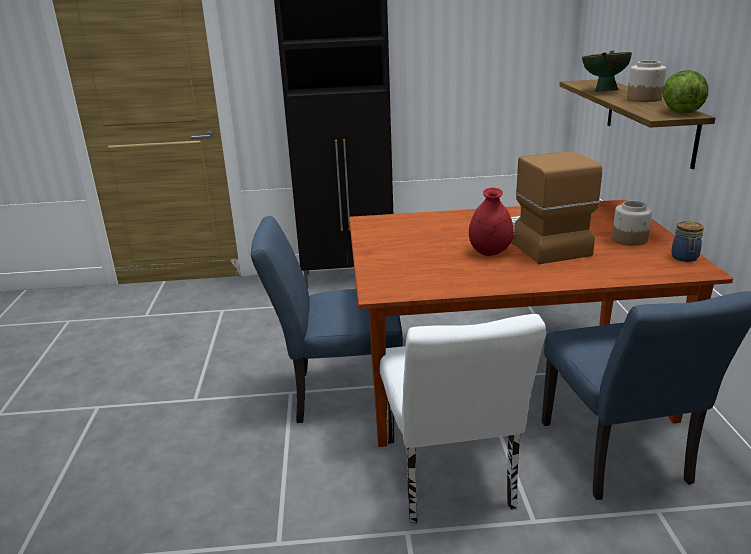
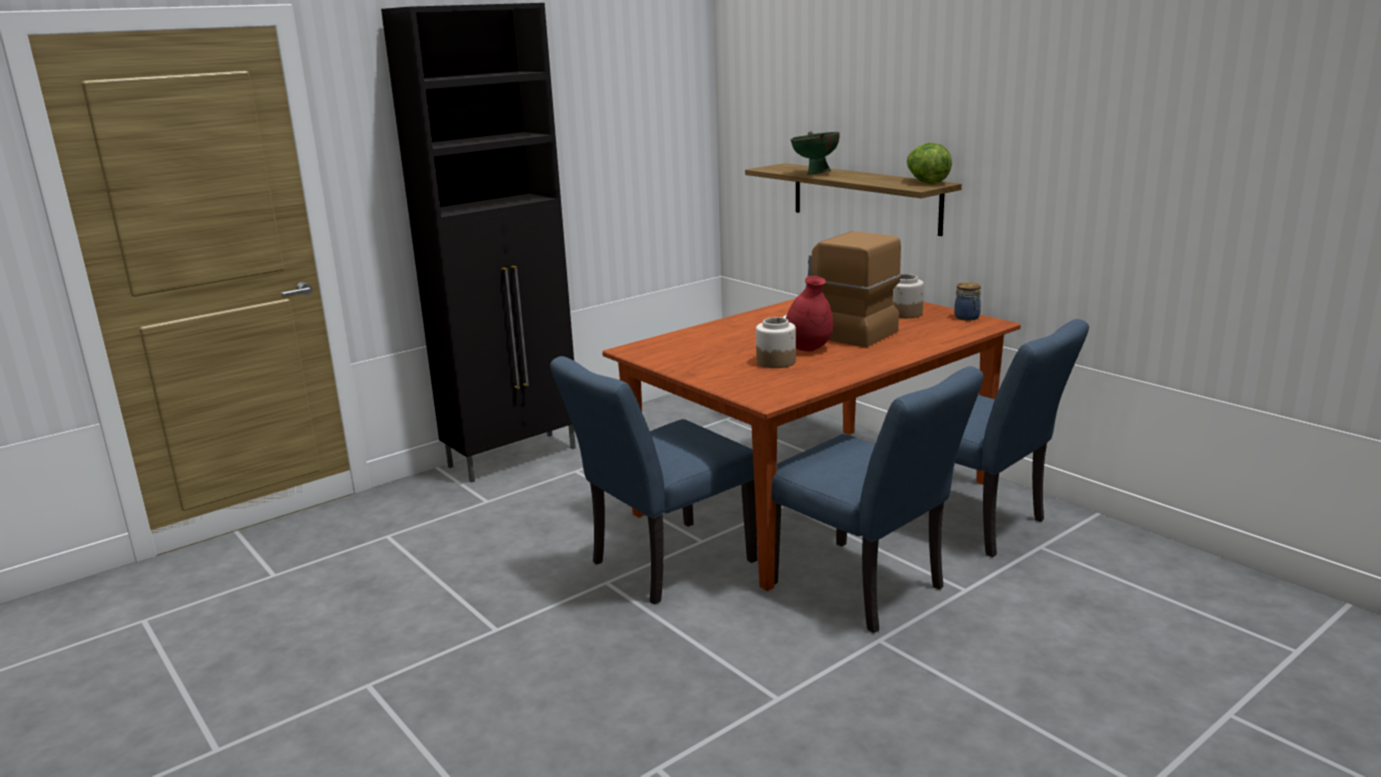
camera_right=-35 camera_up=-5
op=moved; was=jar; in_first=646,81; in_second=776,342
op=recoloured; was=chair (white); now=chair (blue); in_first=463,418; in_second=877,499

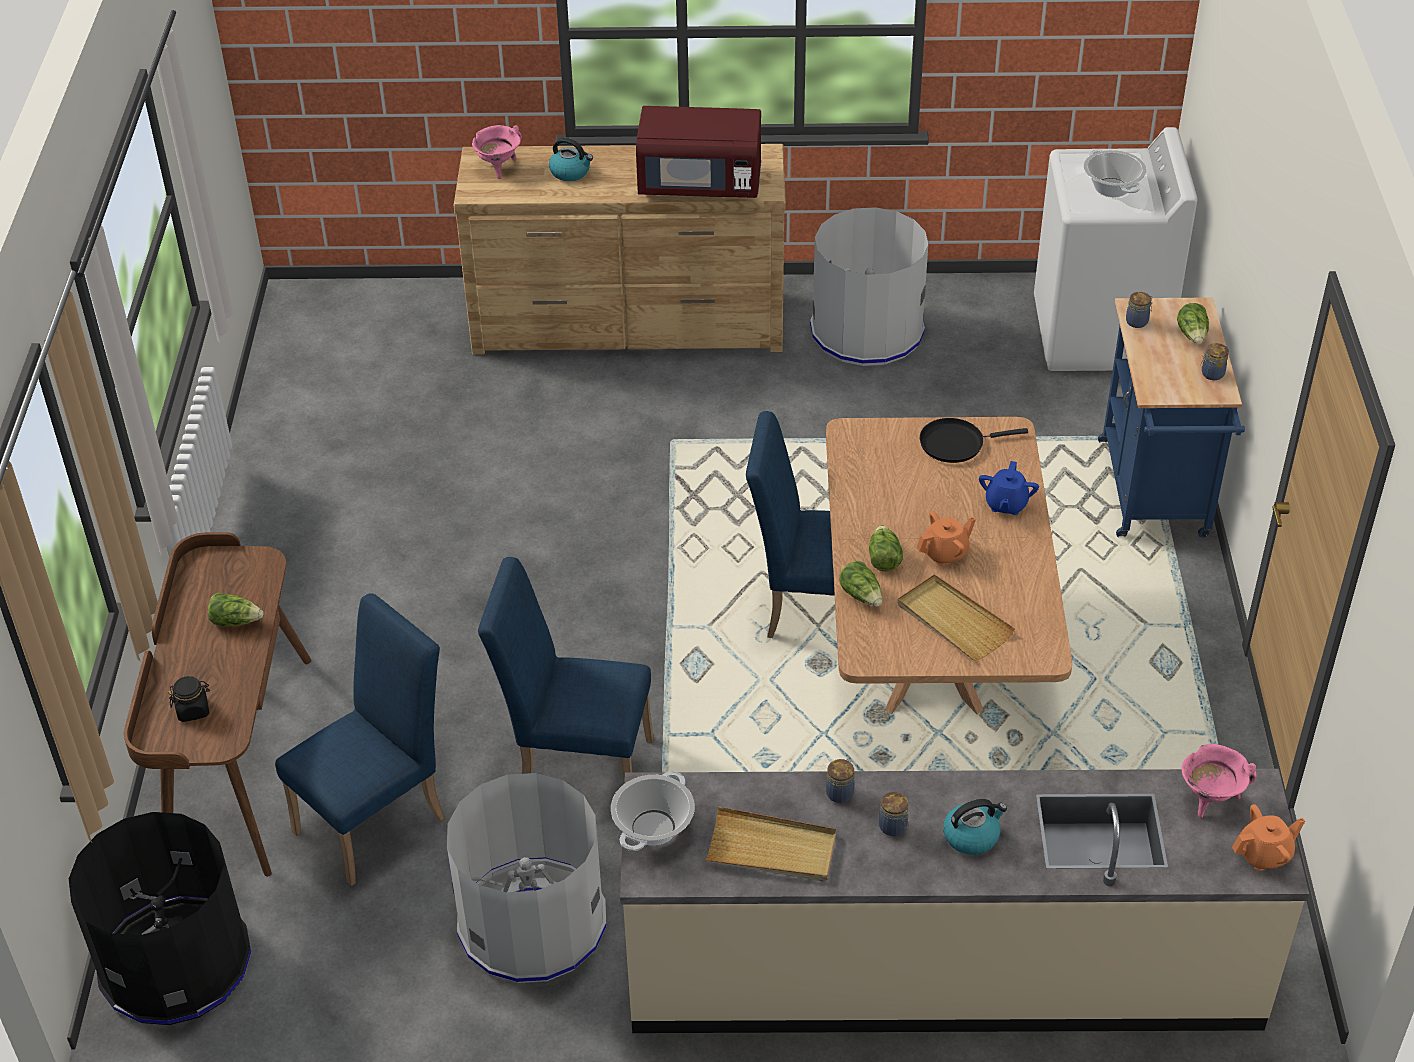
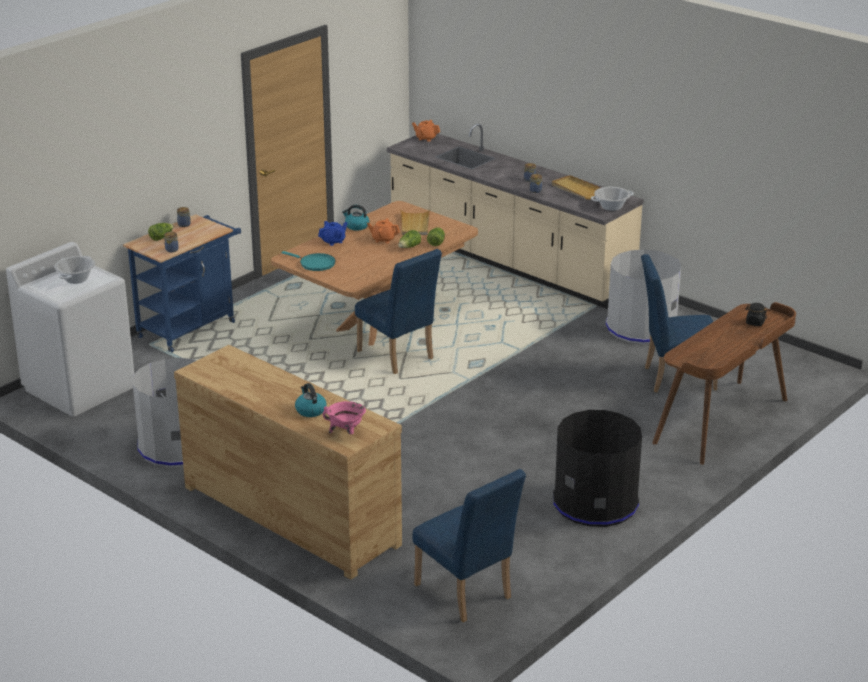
camera_right=-140 camera_up=-15
op=removed; was=lettuce; in_first=236,609
op=removed; was=microwave (red); in_first=698,152
op=removed; was=cooking pot (pink); in_first=1219,781
op=moved; was=trash can (black); in_first=160,918; in_second=597,468
op=moved; was=chair (blue); in_first=565,670; in_second=469,545
op=moved; was=kettle; in_first=975,827; in_second=356,218
op=recoloured; was=frying pan (black); now=frying pan (turquoise); in_first=974,440; in_second=309,261

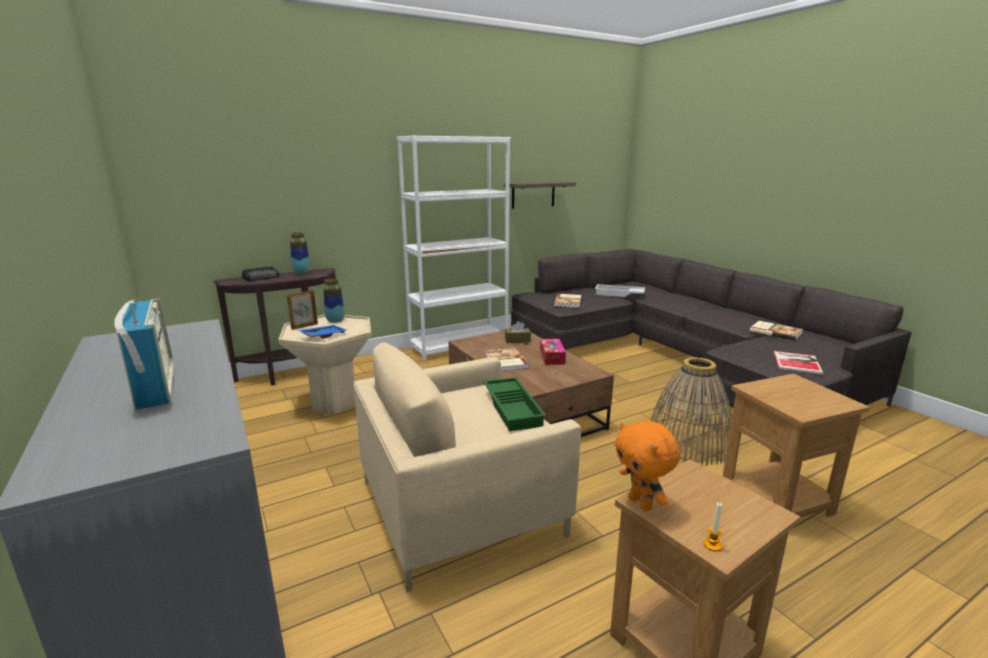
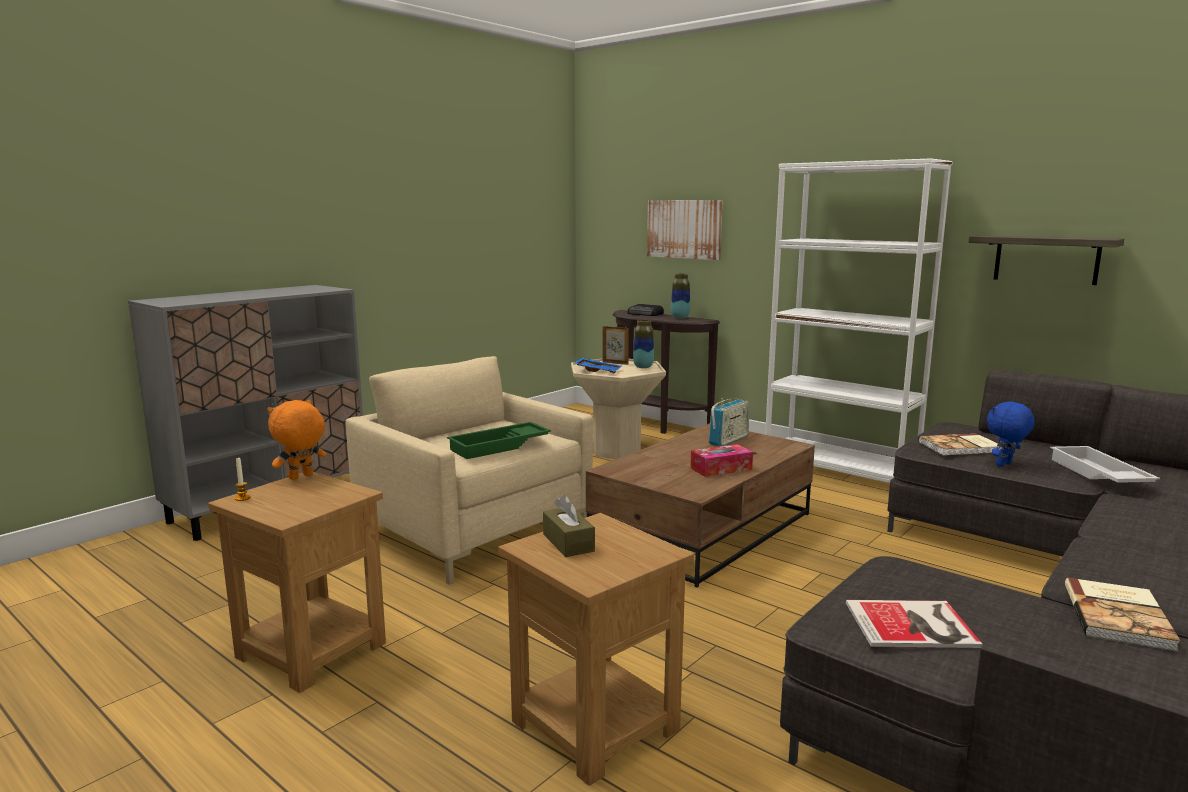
camera_right=70 camera_up=-5
op=removed; was=book; in_first=507,359
op=removed; was=basket; in_first=691,411
op=added; now=picture; in_second=685,230
op=added; now=plush toy (blue); in_second=1011,434
op=moved; was=radio; in_first=144,354; in_second=729,422
op=moved; was=tissue box (brown); in_first=518,332; in_second=569,526

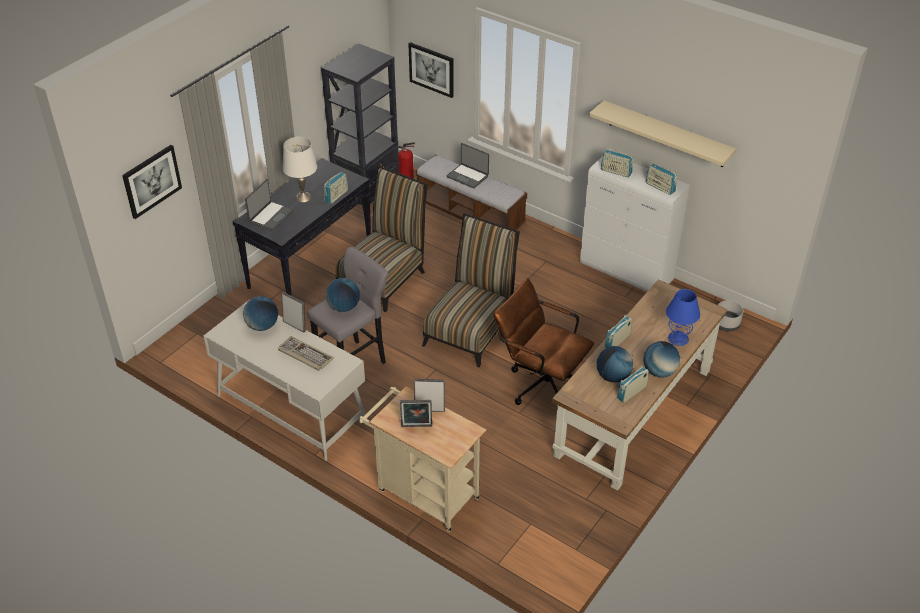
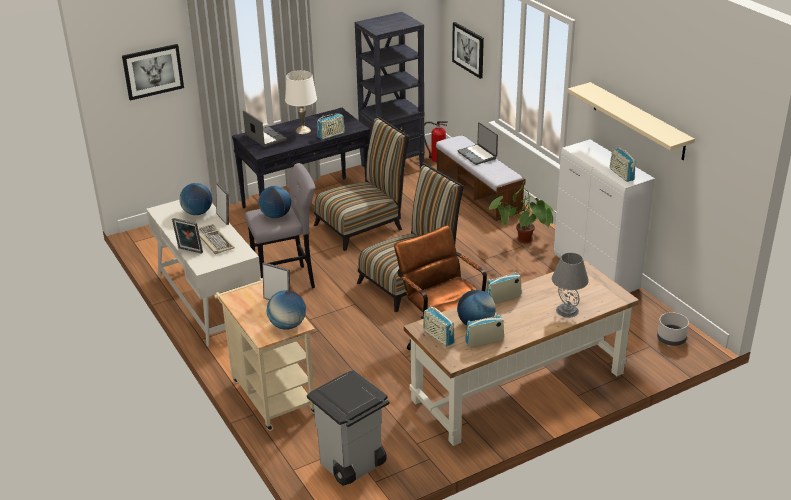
camera_right=25 camera_up=-10
op=added; now=trash can (grey); in_second=348,428
op=added; now=potted plant; in_second=521,212
op=moved; was=picture frame; in_first=416,413; in_second=187,236
op=moved; was=radio; in_first=617,163; in_second=439,326
op=moved; was=globe; in_first=661,359; in_second=286,310
op=recoloured; was=table lamp (blue); now=table lamp (grey); in_first=683,317; in_second=570,285
op=turned; was=laptop; in_first=269,205; in_second=264,128; clockwise=-90

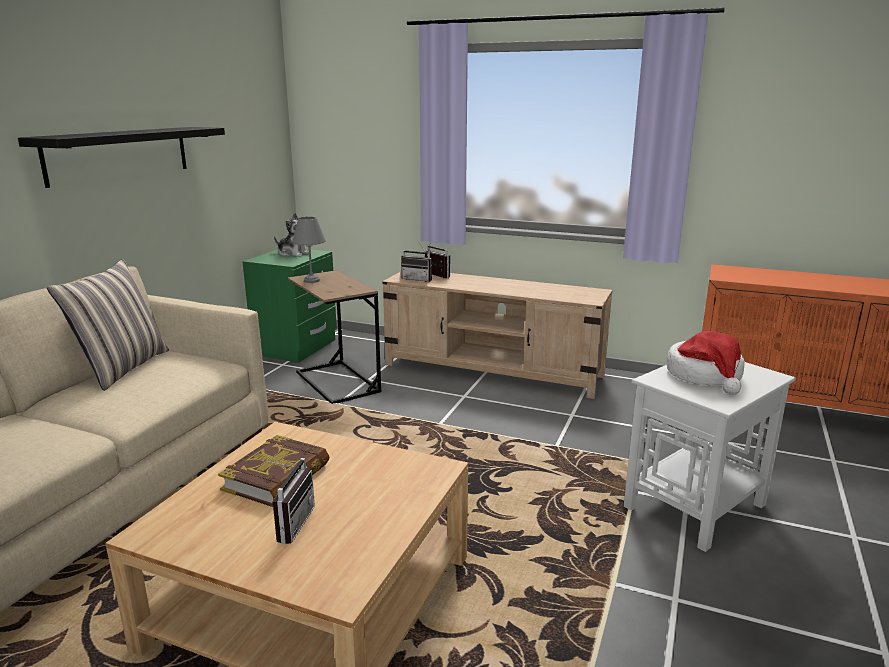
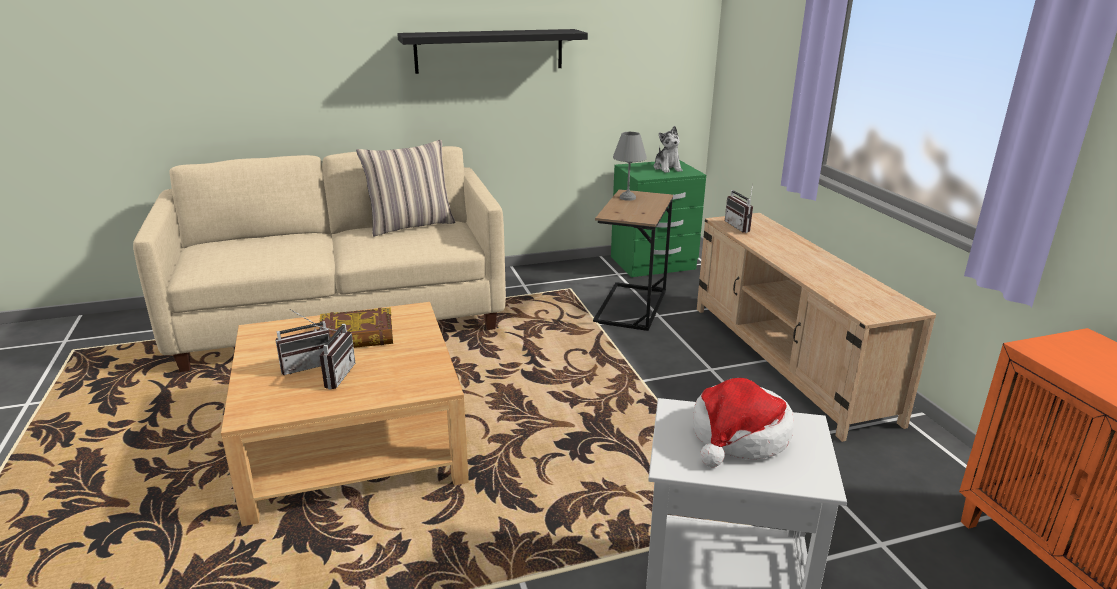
camera_right=50 camera_up=5
op=moved; was=radio; in_first=437,260; in_second=333,357

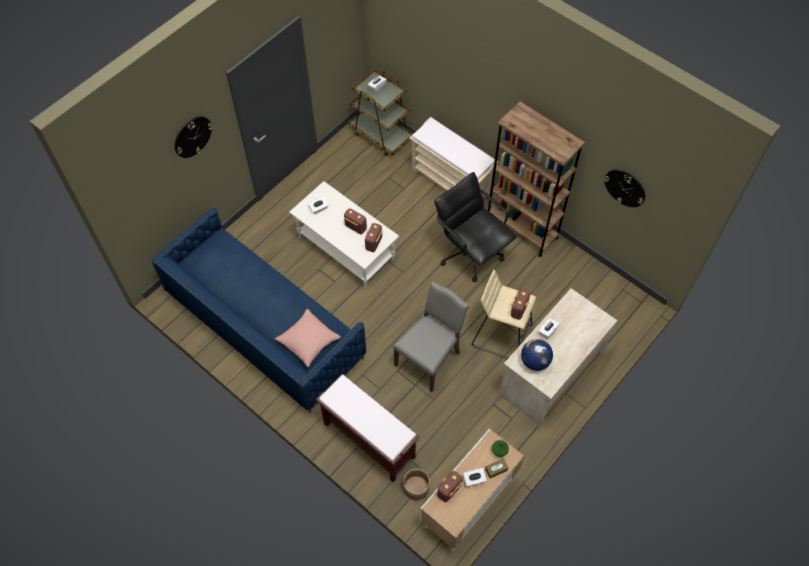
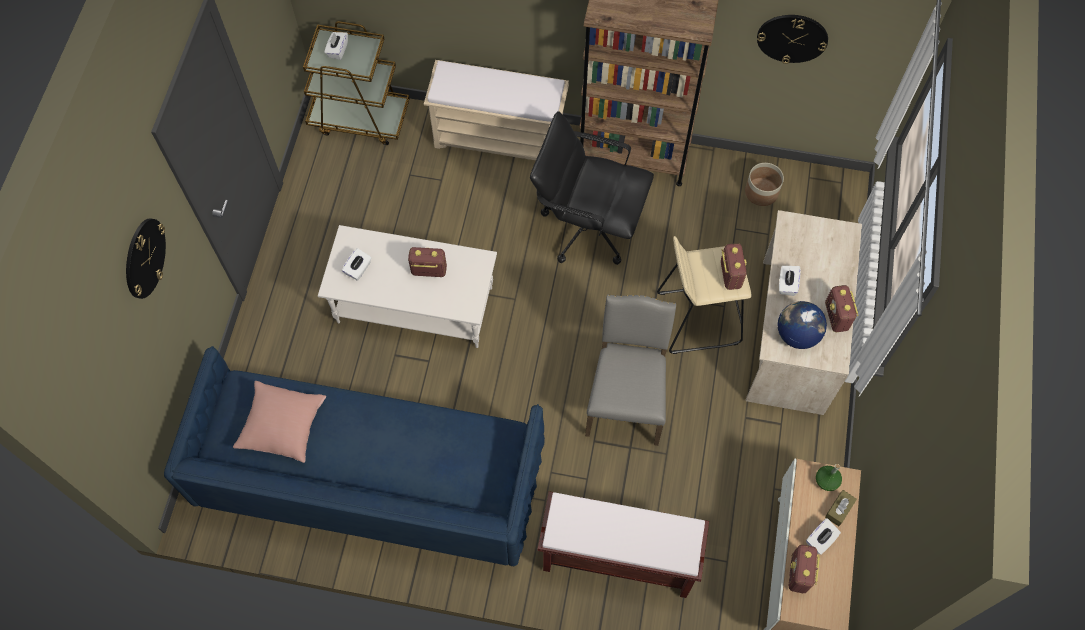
camera_right=-30 camera_up=5
op=moved; was=pillow (pink); in_first=308,338; in_second=279,422
op=moved; was=radio; in_first=374,237; in_second=842,308
op=moved; was=planter; in_first=417,484; in_second=764,184

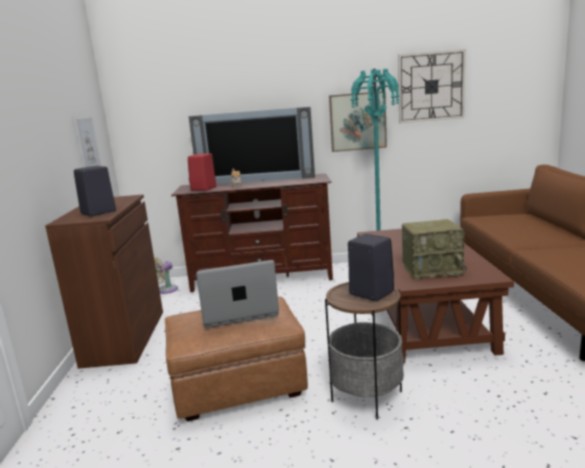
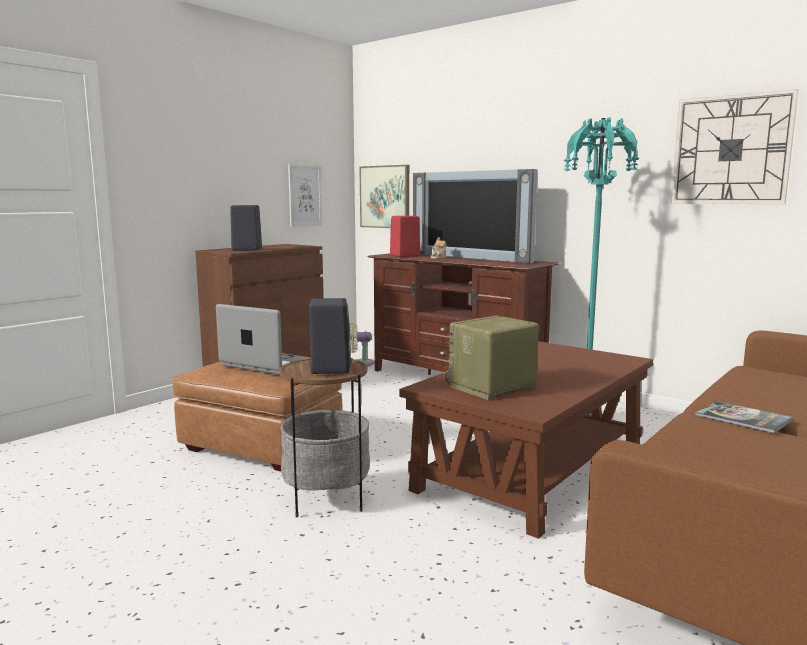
camera_right=40 camera_up=-5
op=added; now=book; in_second=744,417
op=moved; was=picture; in_first=358,121; in_second=384,196
op=turned; was=radio; in_first=434,249; in_second=492,357; clockwise=105

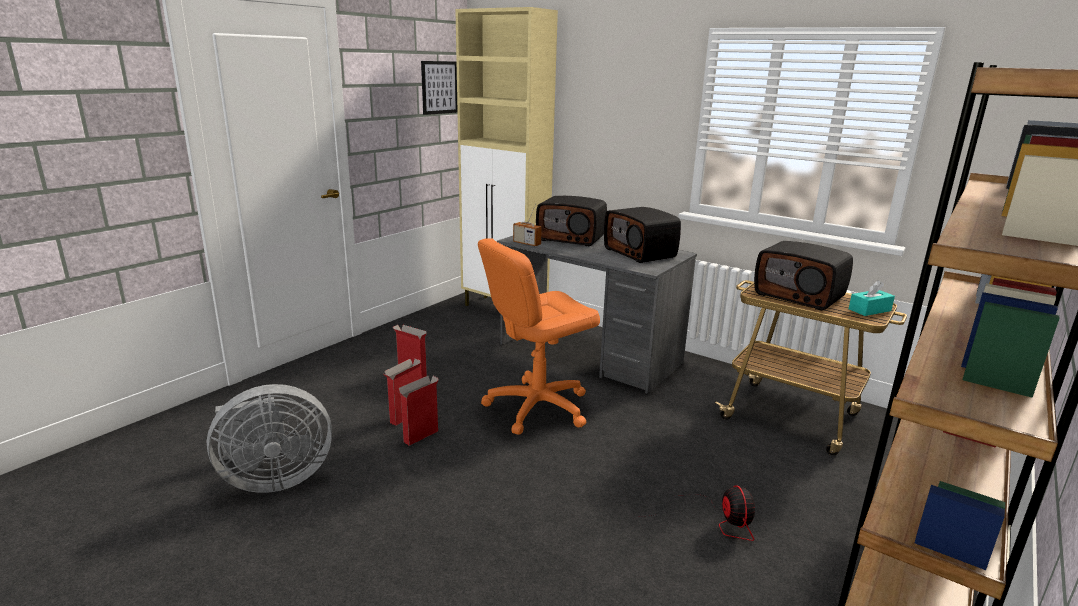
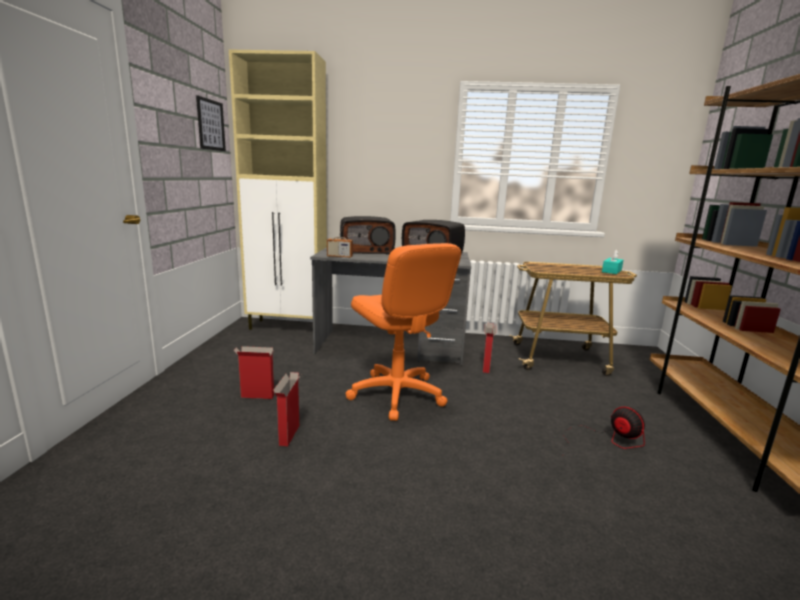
camera_right=-30 camera_up=-5
op=removed; was=fan (grey); in_first=269,438
op=removed; was=radio; in_first=803,276
op=moved; was=cardboard box; in_first=418,411; in_second=489,348
op=turned; was=office chair (orange); in_first=539,336; in_second=403,332; clockwise=-60

